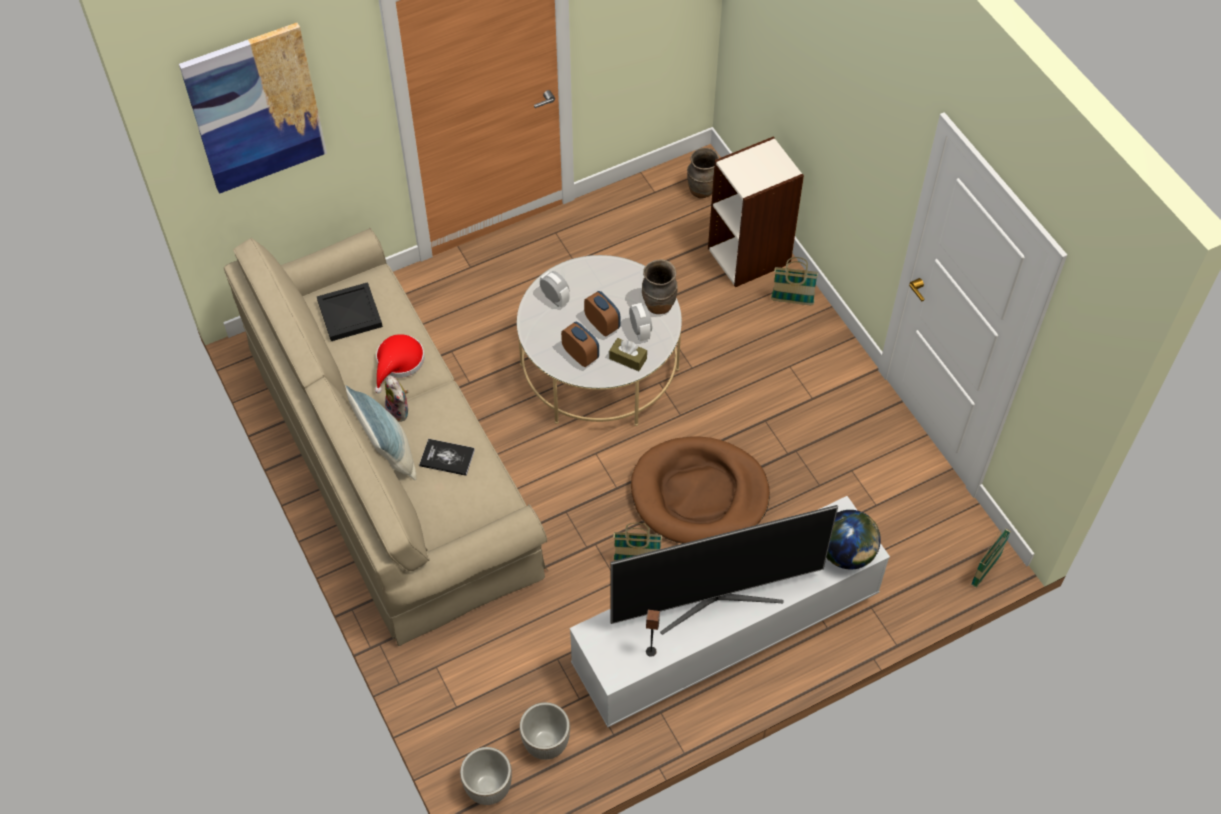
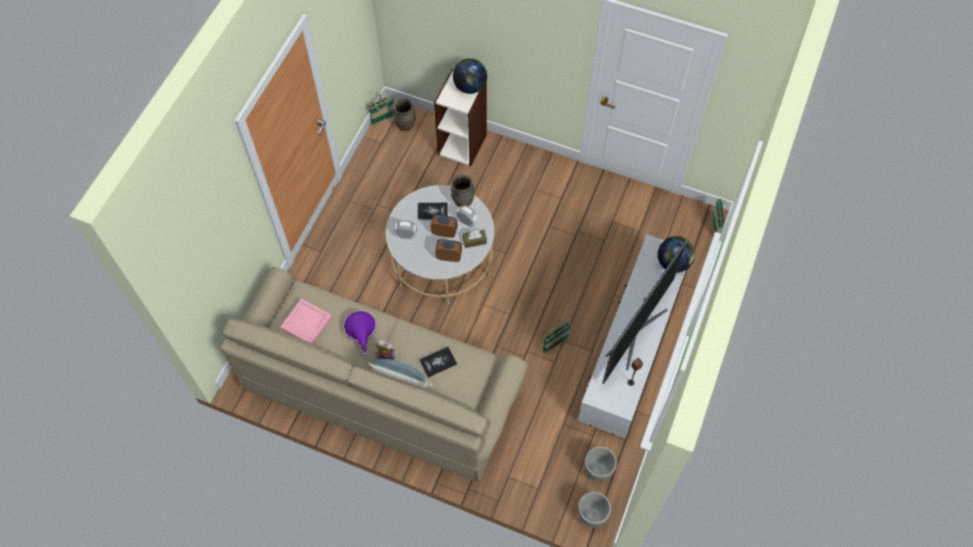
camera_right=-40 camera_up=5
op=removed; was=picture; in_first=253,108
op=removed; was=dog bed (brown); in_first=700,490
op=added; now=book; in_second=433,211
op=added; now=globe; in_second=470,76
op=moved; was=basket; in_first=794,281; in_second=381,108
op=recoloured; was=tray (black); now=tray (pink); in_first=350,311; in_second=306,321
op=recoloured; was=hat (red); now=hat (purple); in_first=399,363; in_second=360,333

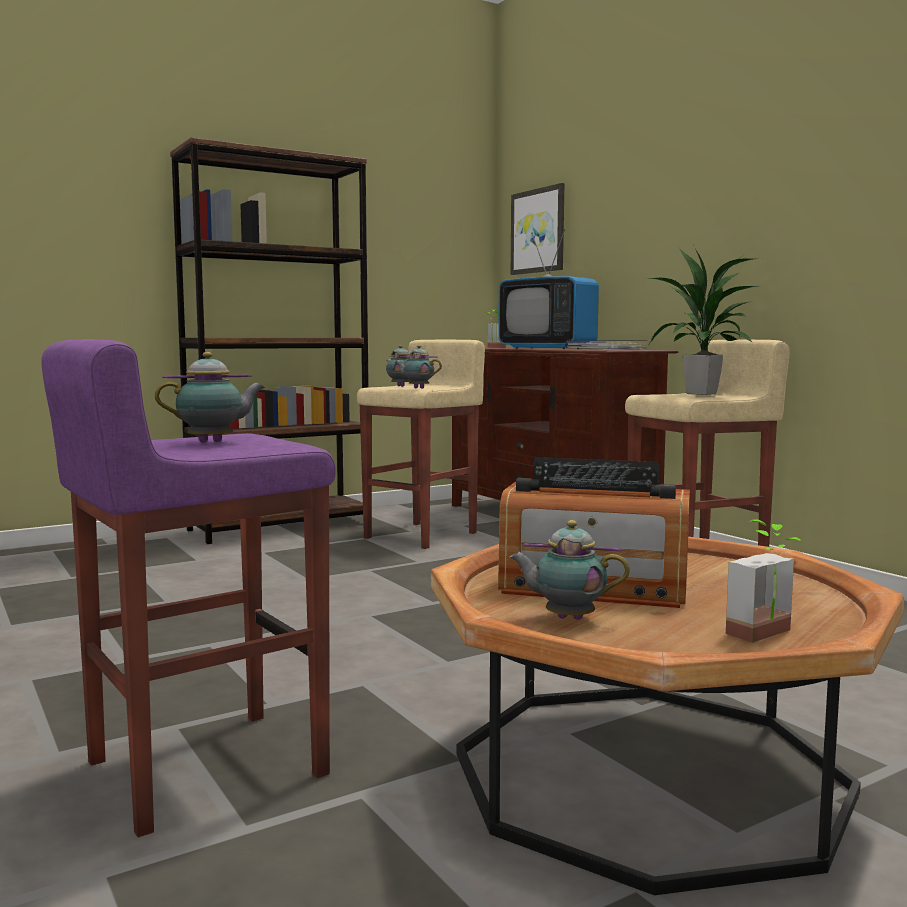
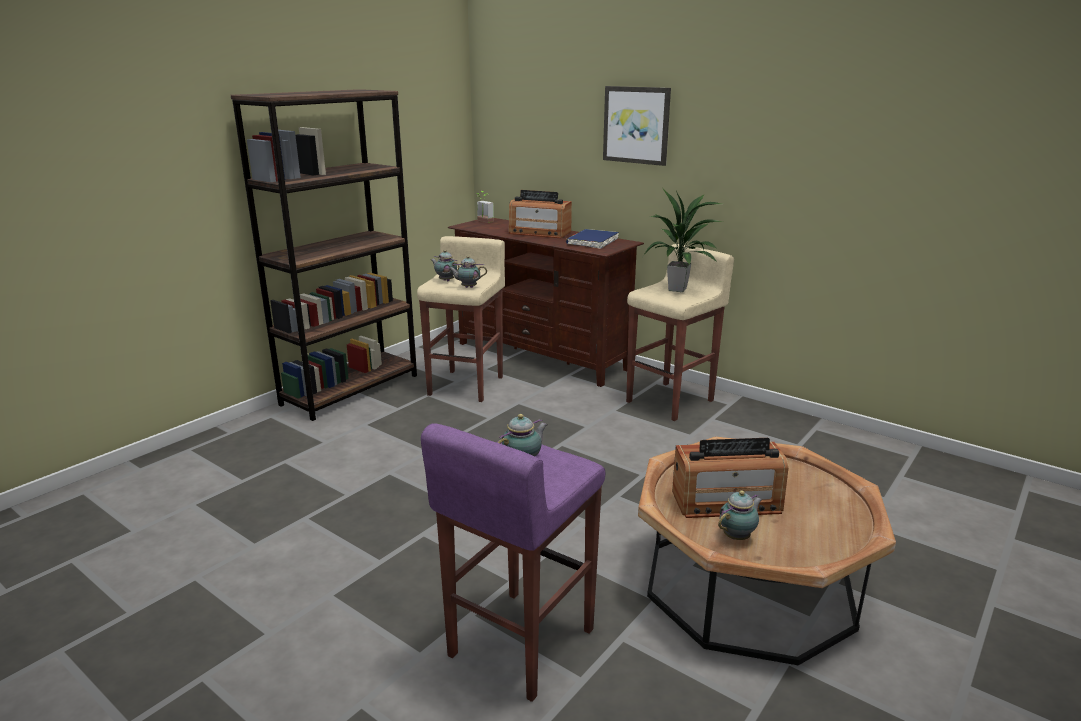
camera_right=-20 camera_up=15
op=removed; was=potted plant; in_first=763,581
op=moved; was=picture; in_first=537,229; in_second=637,126
op=replaced; was=television; now=radio; in_first=548,289; in_second=540,214
op=turned; was=teapot; in_first=569,570; in_second=740,515; clockwise=150

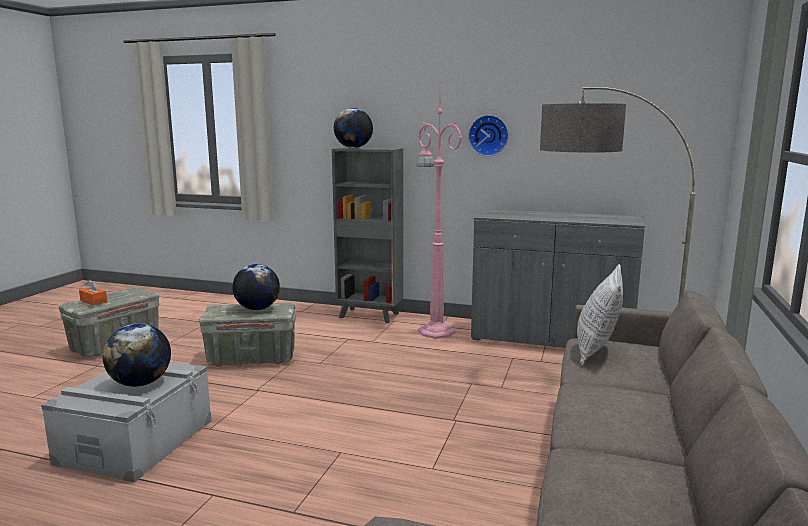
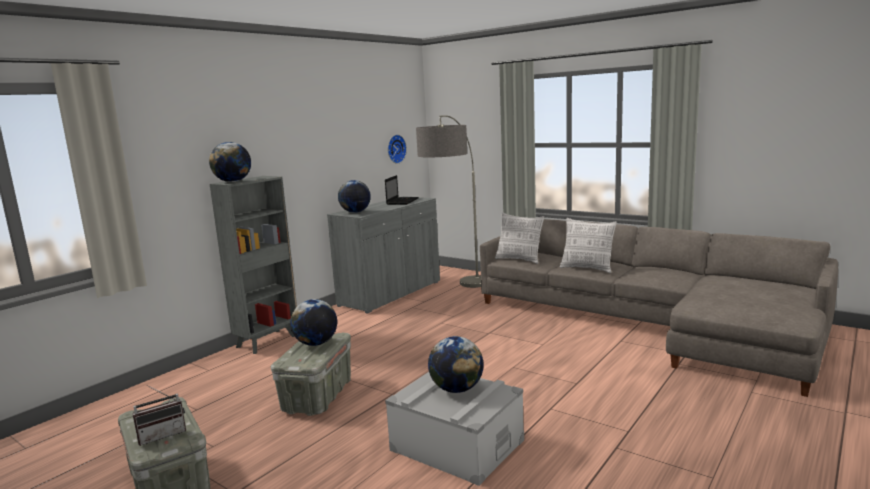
camera_right=-70 camera_up=0
op=removed; was=floor lamp (pink); in_first=439,215
op=added; now=globe; in_second=354,196
op=added; now=laptop; in_second=402,190
op=added; now=pillow; in_second=588,245
op=moved; was=wall clock; in_first=488,135; in_second=397,149
op=replaced; was=tissue box (orange); now=radio; in_first=93,293; in_second=159,415

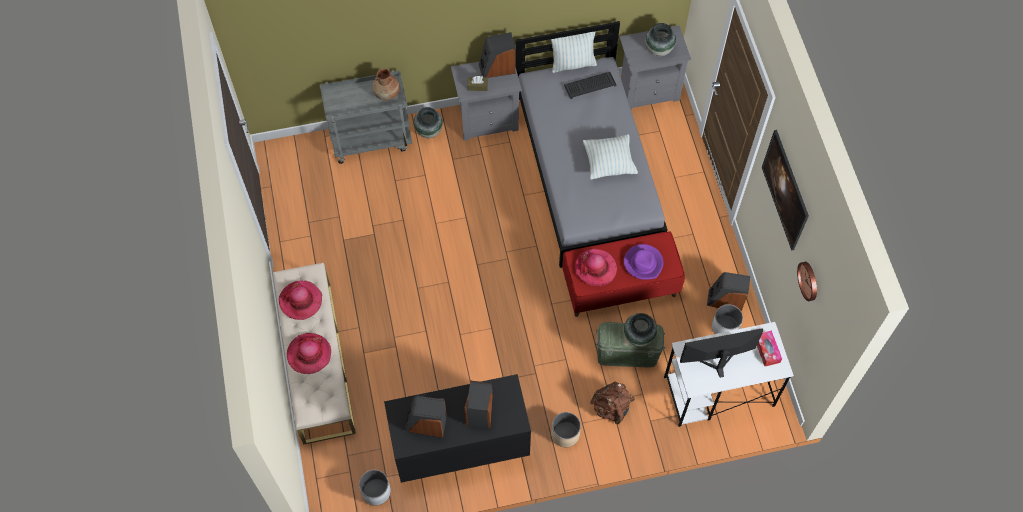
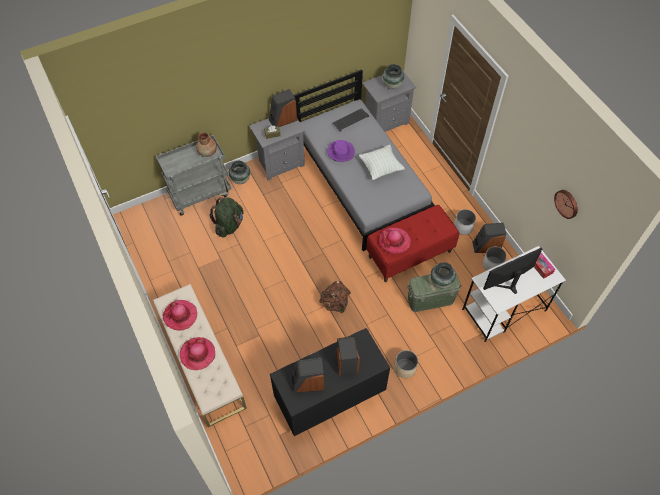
camera_right=-15 camera_up=-5
op=removed; was=pillow; in_first=574,52
op=removed; was=picture; in_first=785,190
op=added; now=backpack (green); in_second=226,217
op=moved; was=planter (white); in_first=375,487; in_second=465,222
op=moved; was=backpack (brown); in_first=612,403; in_second=335,297
op=moved; was=hat (purple); in_first=643,262; in_second=341,151

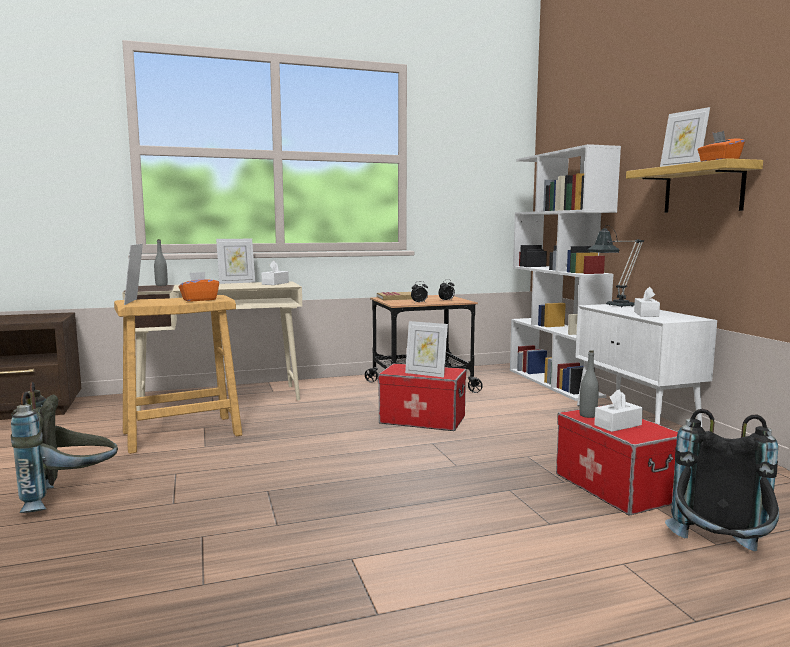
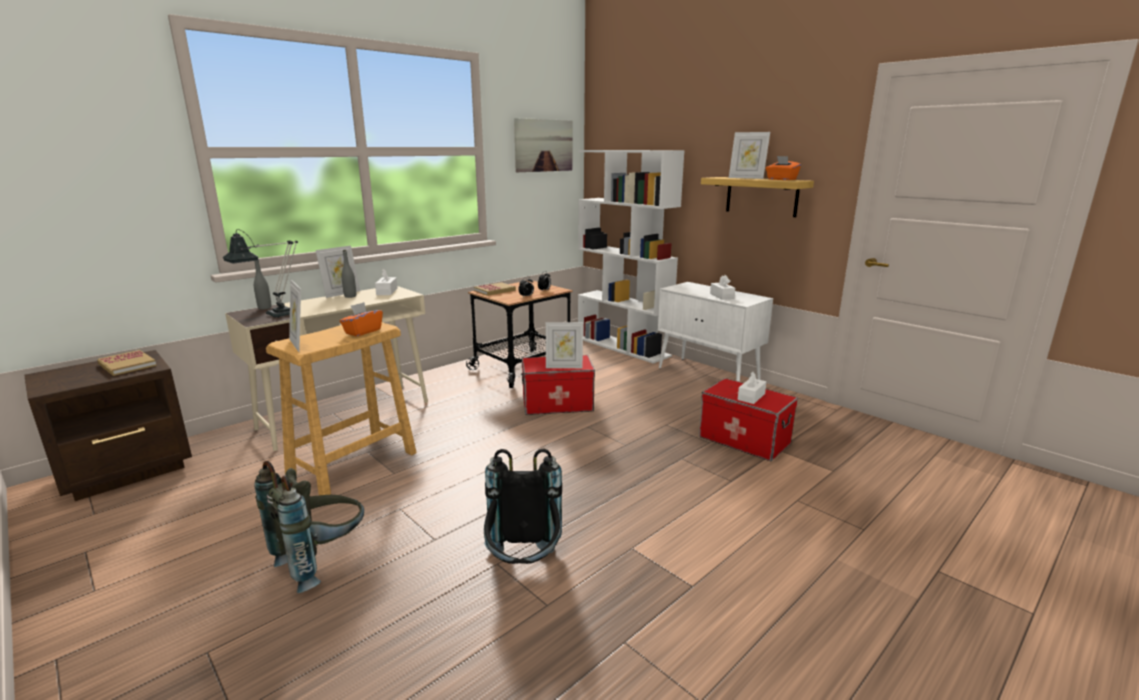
camera_right=-25 camera_up=10
op=added; now=book; in_second=126,363
op=added; now=picture; in_second=543,145
op=moved; was=bottle (grey); in_first=589,384; in_second=348,274
op=moved; was=table lamp; in_first=616,266; in_second=260,273
op=moved; was=backpack (black); in_first=722,480; in_second=523,506

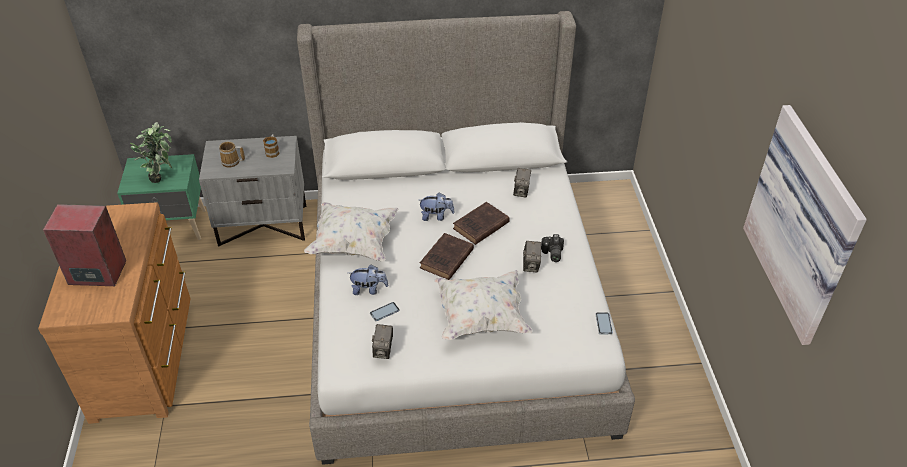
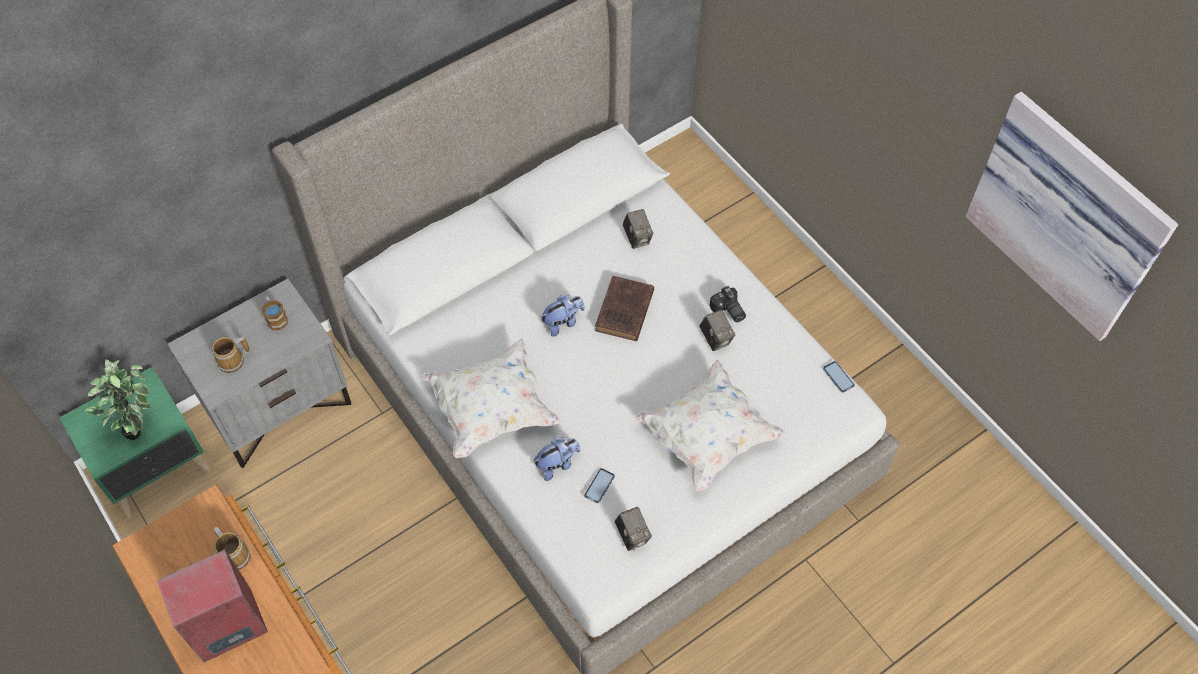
camera_right=-30 camera_up=15
op=removed; was=book (brown); in_first=447,256
op=added; now=mug; in_second=232,548

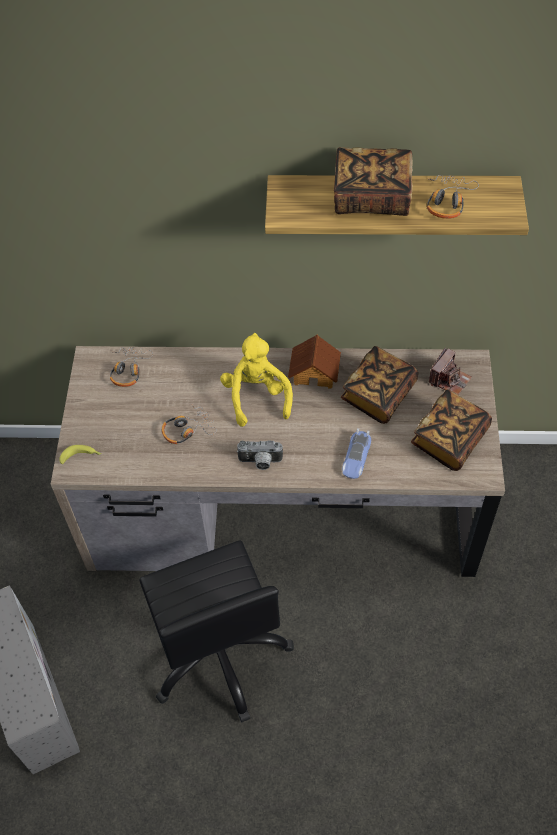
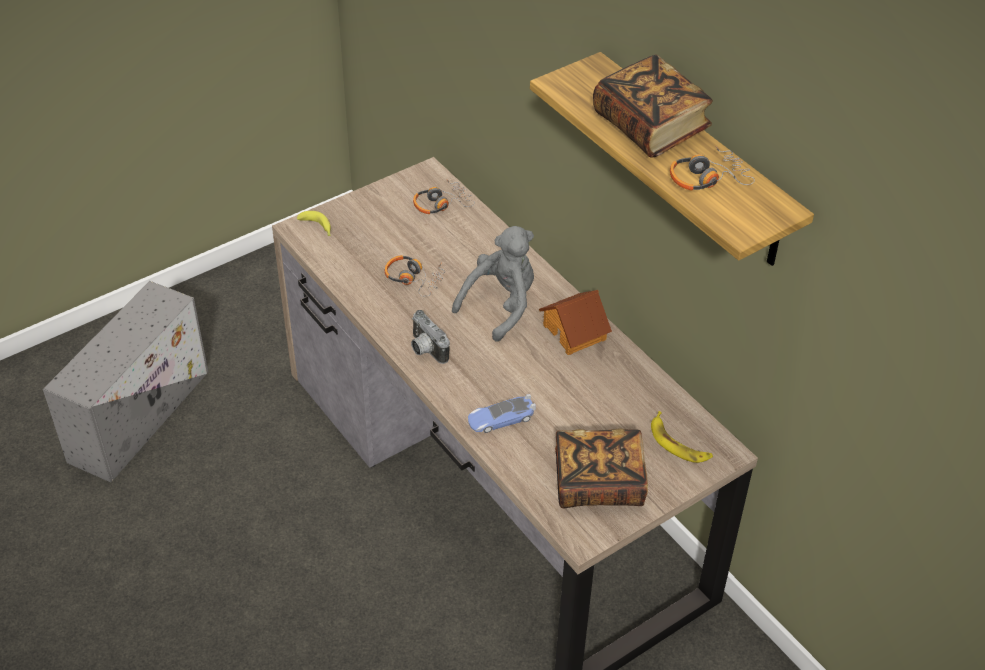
camera_right=50 camera_up=-10
op=removed; was=office chair (black); in_first=216,631
op=removed; was=book; in_first=379,385
op=replaced; was=photo camera; now=banana; in_first=450,371; in_second=682,437
op=recoloured; was=plush toy (yellow); now=plush toy (grey); in_first=256,380; in_second=493,284

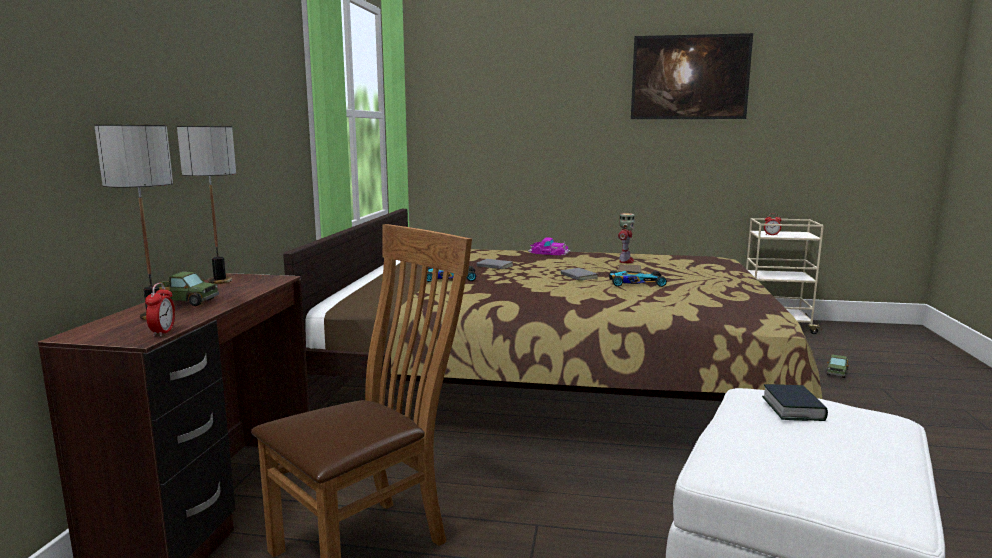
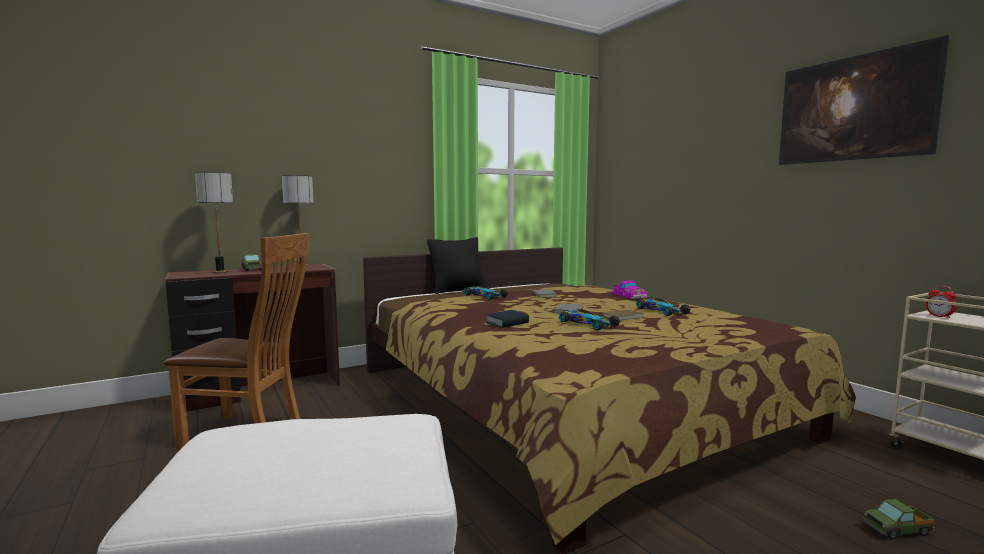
camera_right=50 camera_up=-5
op=removed; was=alarm clock; in_first=160,310
op=added; now=pillow (black); in_second=457,265
op=moved; was=book; in_first=795,402; in_second=507,319
op=replaced; was=toy robot; now=toy car; in_first=626,238; in_second=663,307

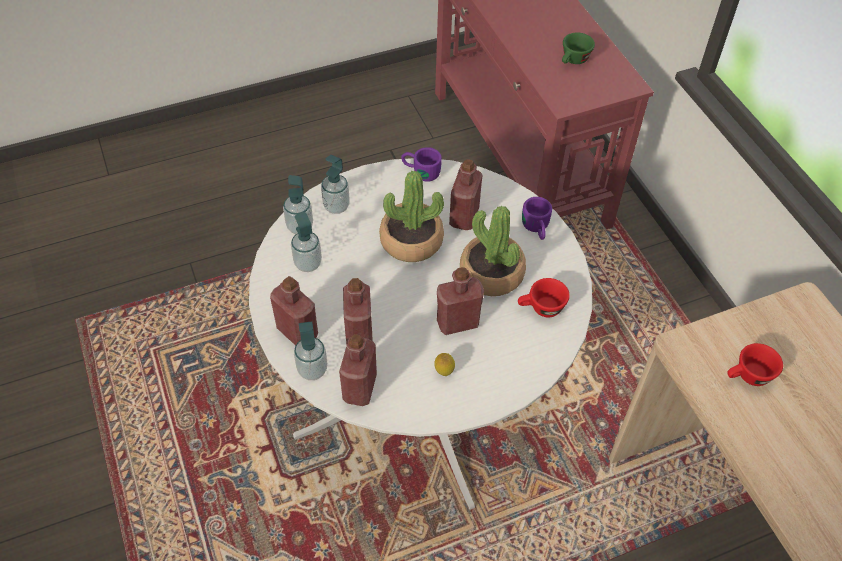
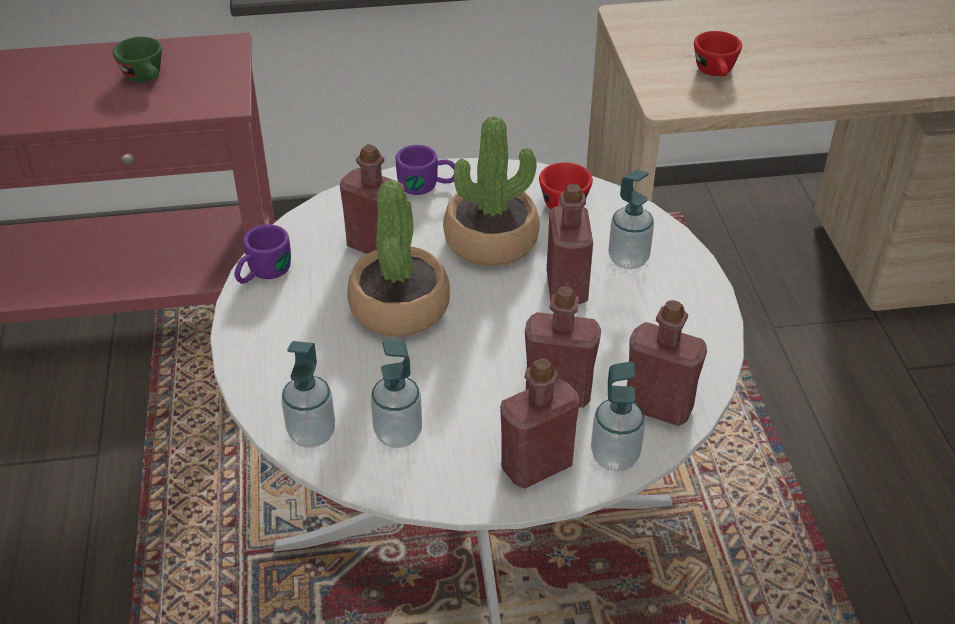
camera_right=-75 camera_up=-10
op=removed; was=lemon; in_first=444,364
op=moved; was=soap dispenser; in_first=335,184; in_second=631,219

